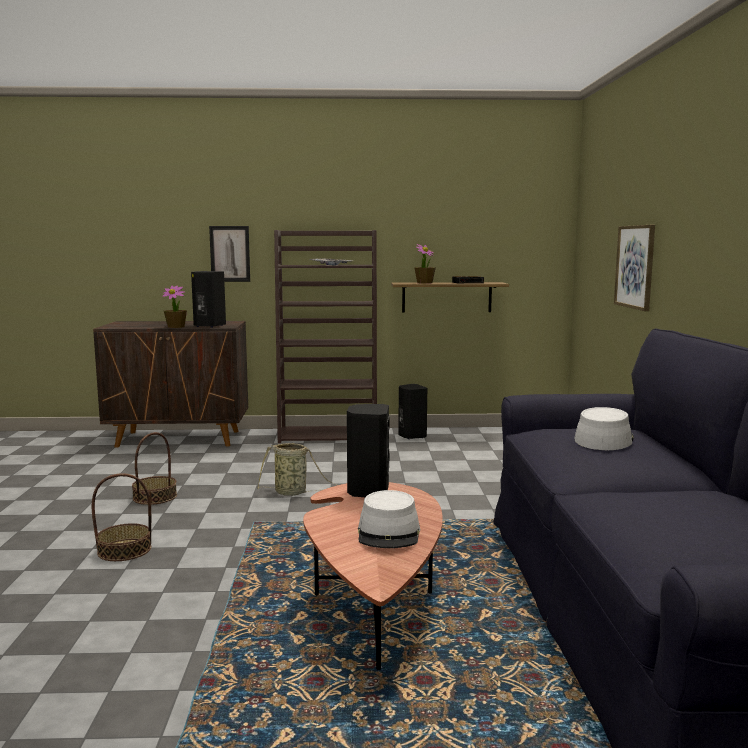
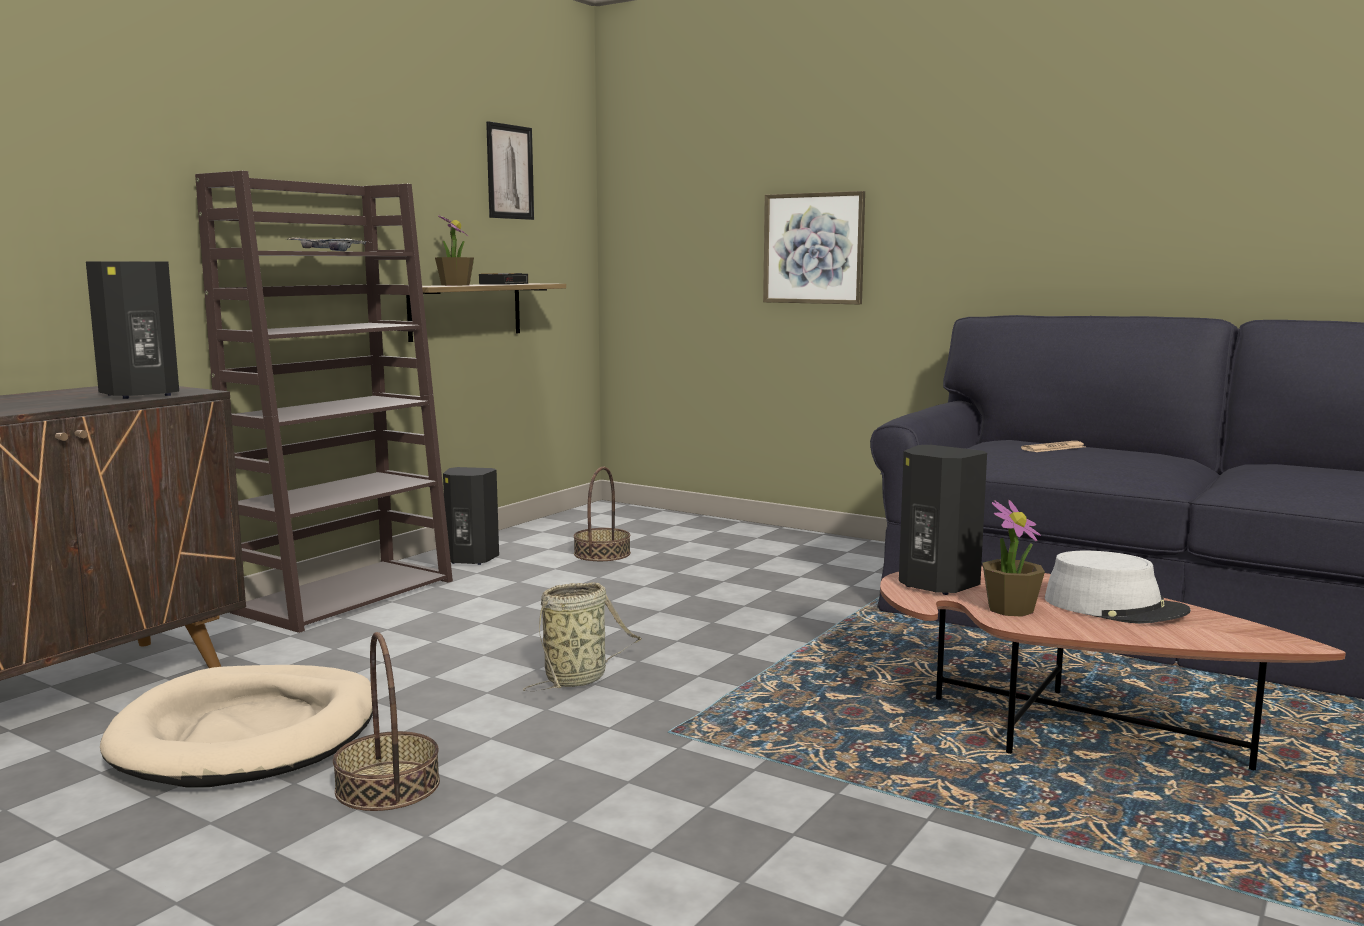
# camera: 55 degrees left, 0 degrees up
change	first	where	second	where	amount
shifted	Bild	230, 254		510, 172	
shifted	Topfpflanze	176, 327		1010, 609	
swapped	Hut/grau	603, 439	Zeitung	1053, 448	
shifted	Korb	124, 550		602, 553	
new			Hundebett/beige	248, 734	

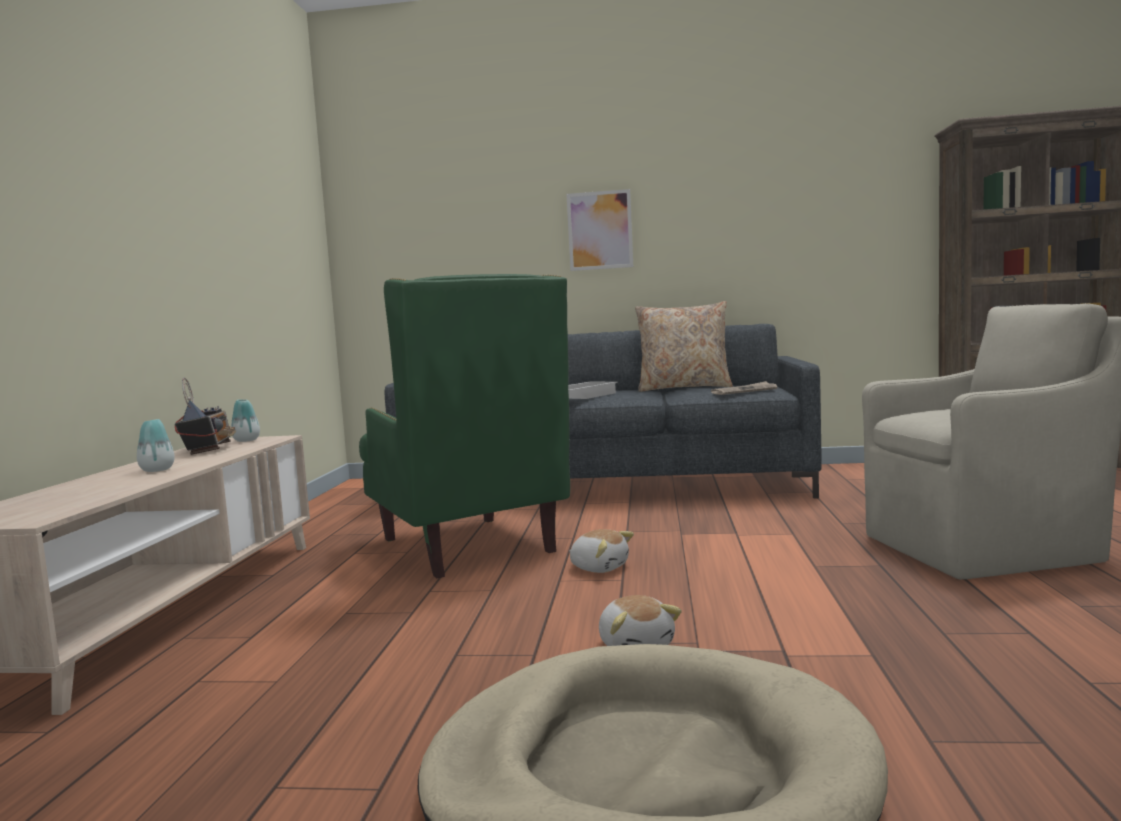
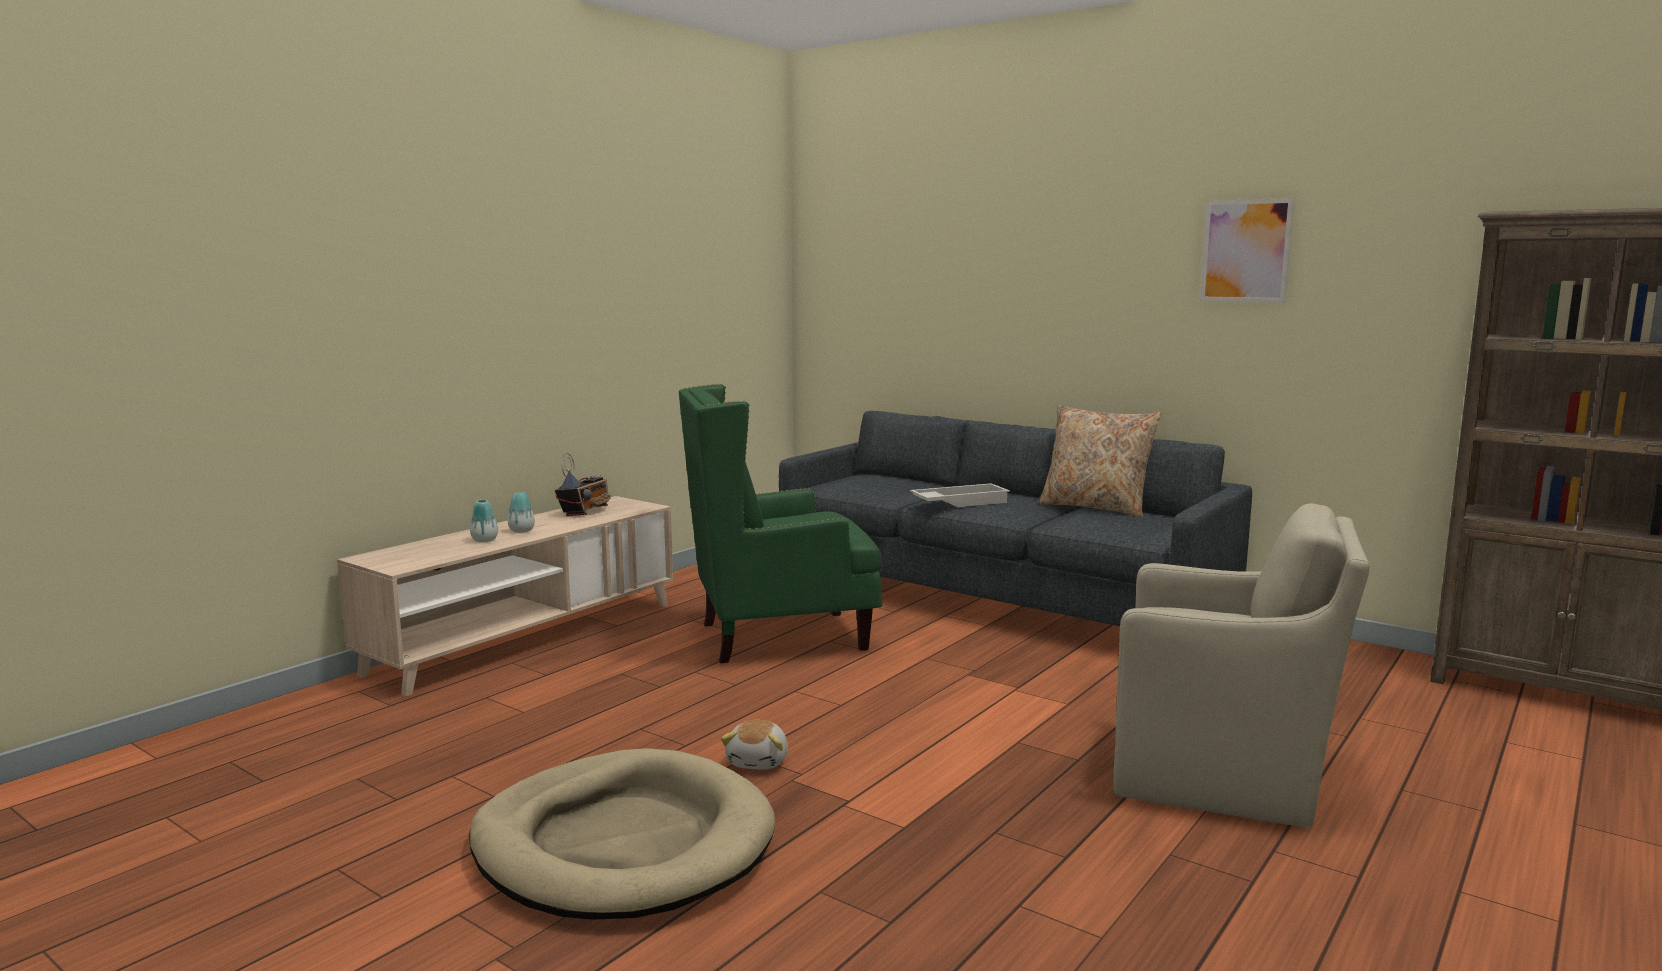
# camera: 30 degrees right, 5 degrees up
change	first	where	second	where	amount
shifted	Bild	600, 230		1245, 251	
rotated	Sessel/grün	468, 546		780, 637	75 degrees clockwise
gone	Zeitung	744, 391			
shifted	Vase	246, 440		484, 540	
gone	Plüschtier	599, 567			

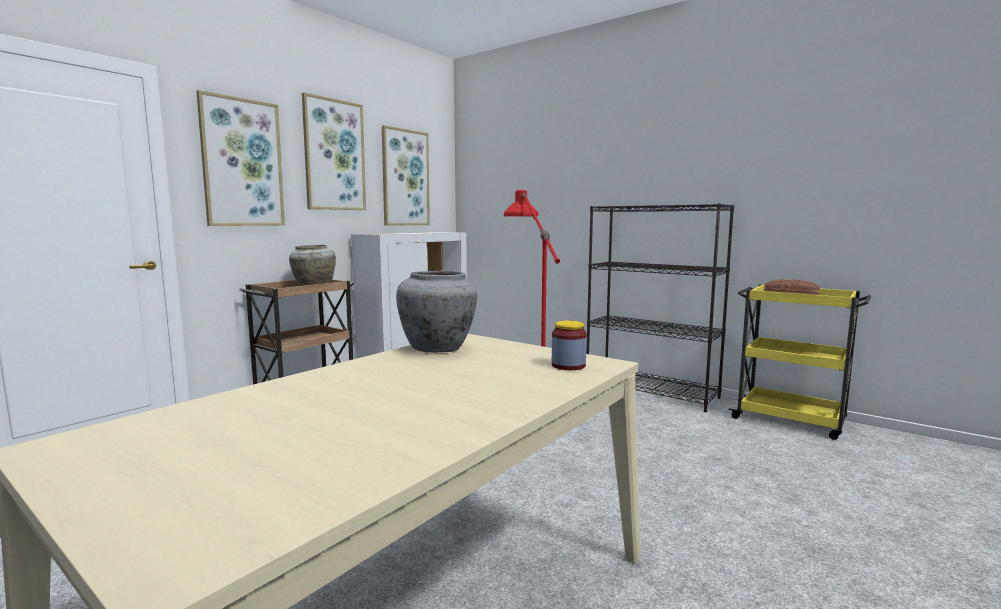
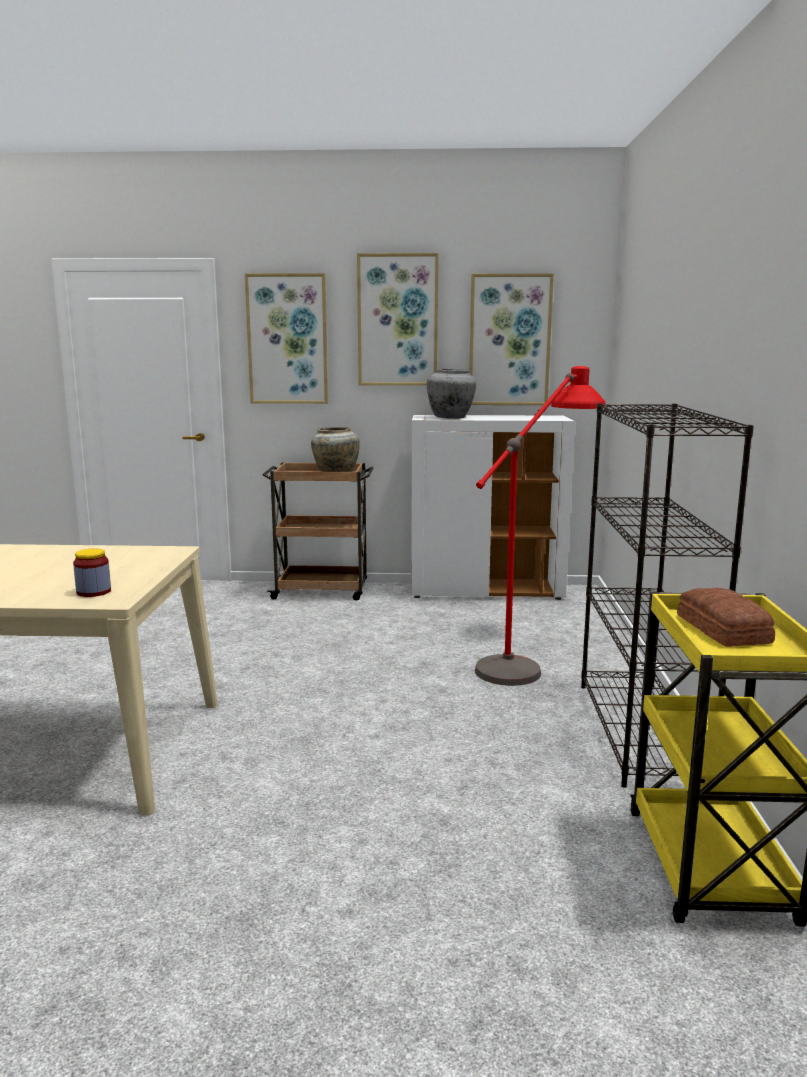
# camera: 55 degrees right, 5 degrees up
change	first	where	second	where	amount
shifted	Vase/grau	439, 348		451, 417	

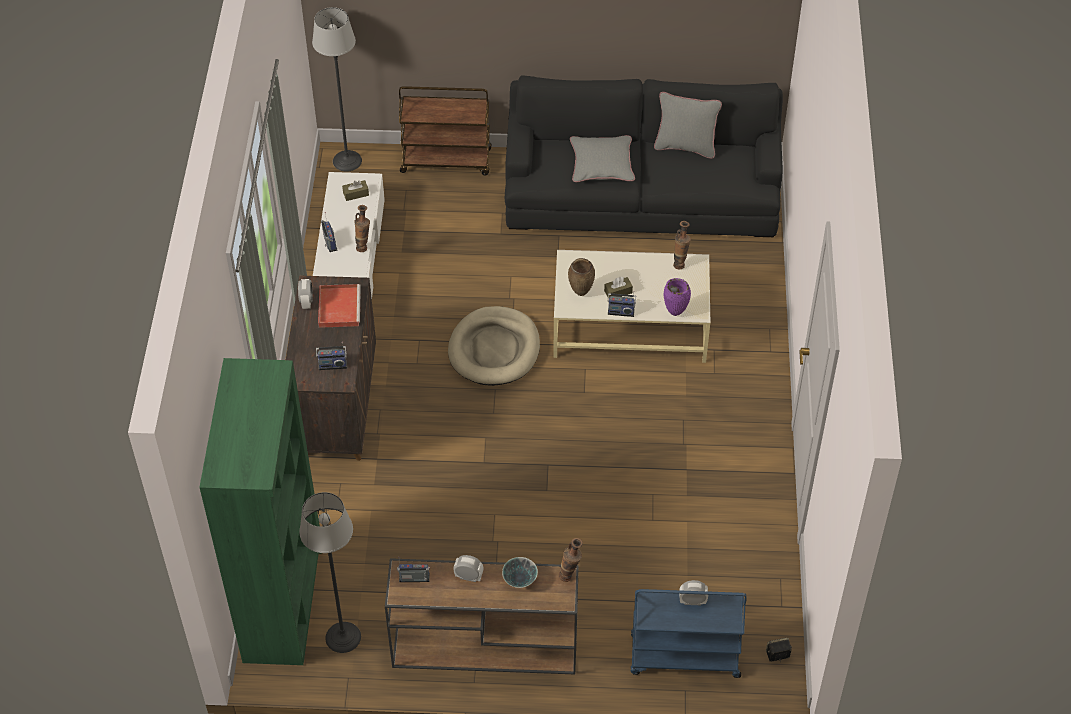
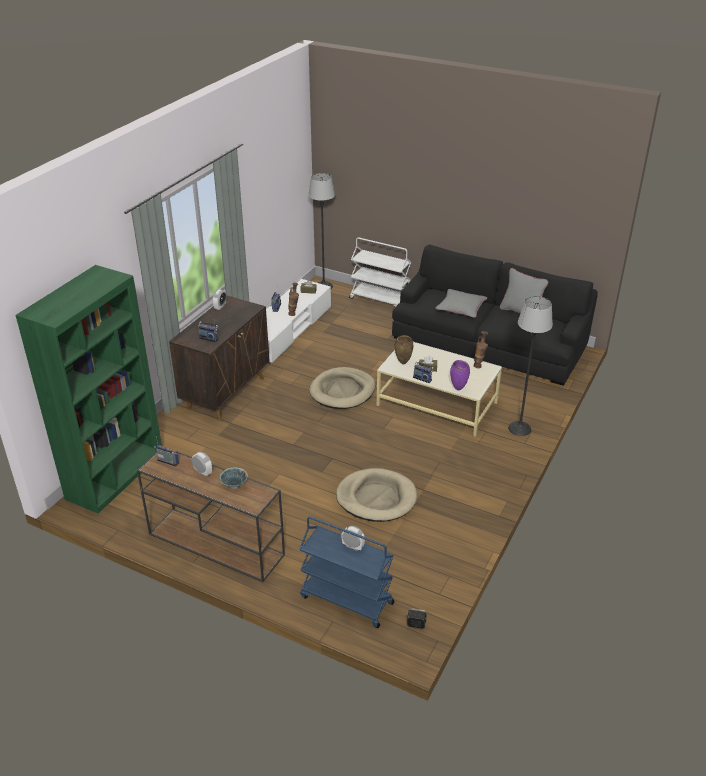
# camera: 25 degrees right, 15 degrees down
change	first	where	second	where	amount
repainted	Rollwagen/braun	447, 161	Rollwagen/weiß	380, 300	
gone	Tablett/rot	339, 306			
shifted	Stehlampe	342, 637		519, 428	
gone	Vase	570, 576			
new			Hundebett/beige	376, 498	

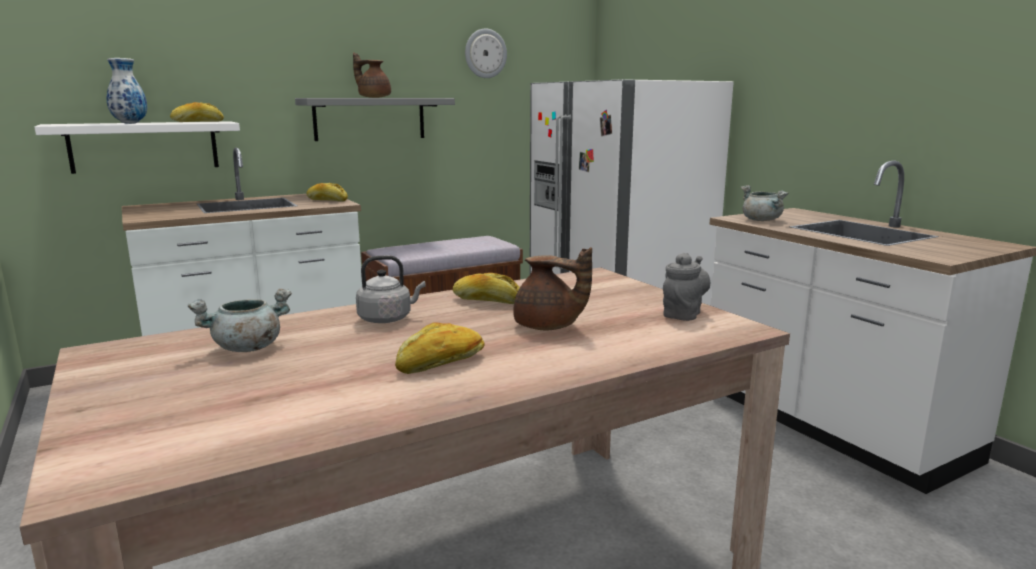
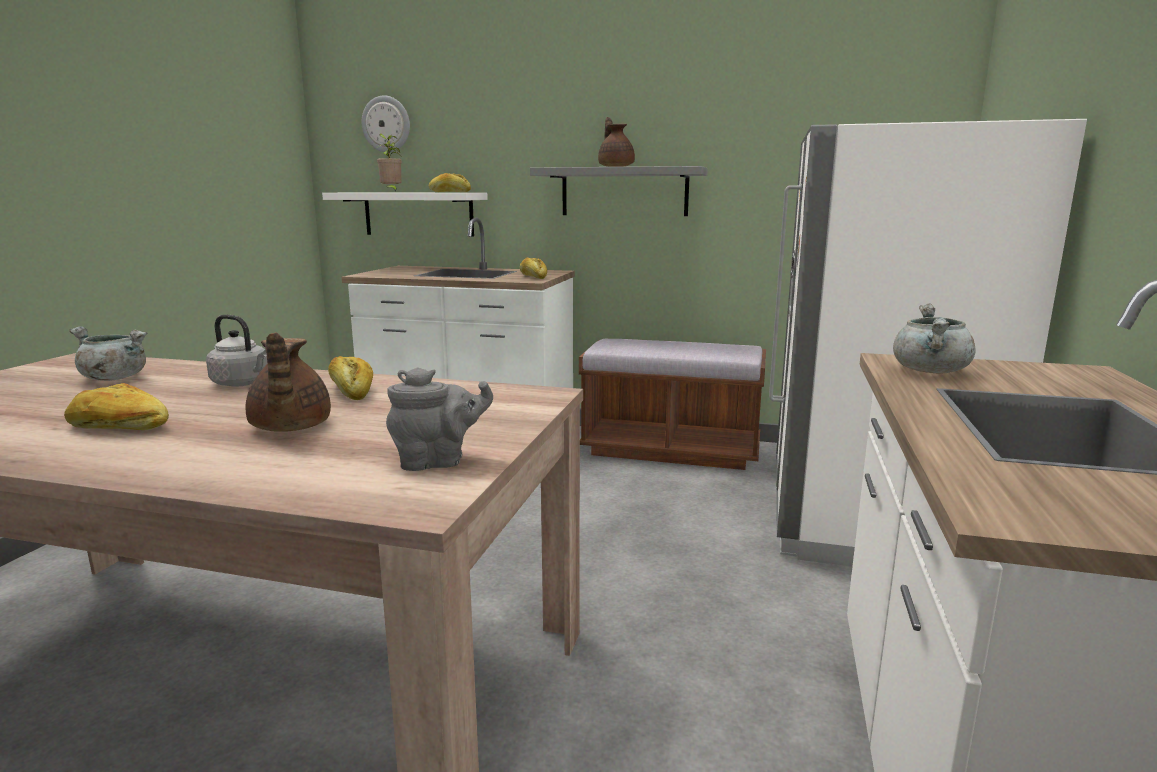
# camera: 45 degrees right, 0 degrees up
change	first	where	second	where	amount
shifted	Wanduhr	485, 53		386, 124	
swapped	Vase	130, 123	Topfpflanze	391, 192	

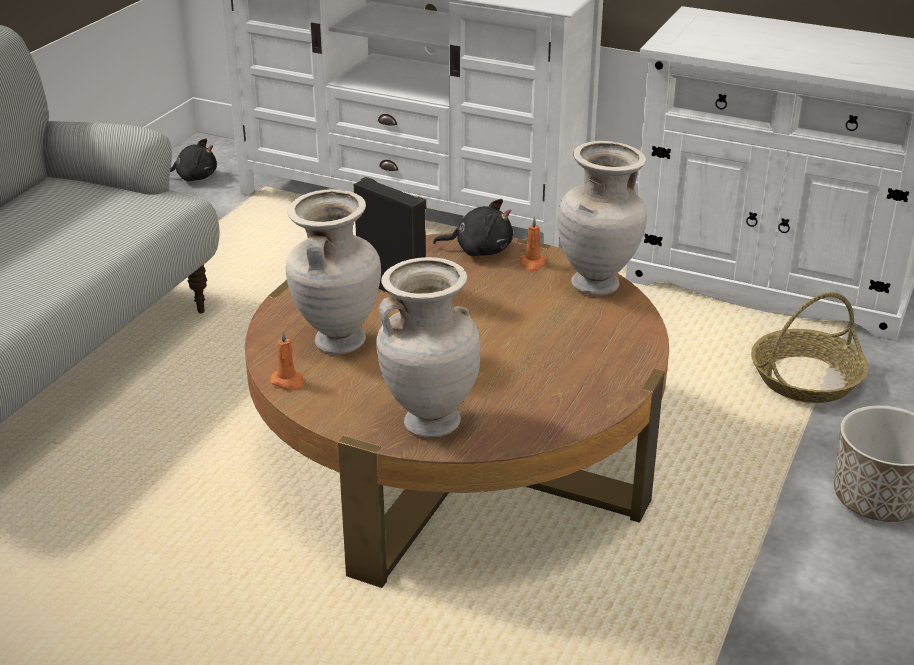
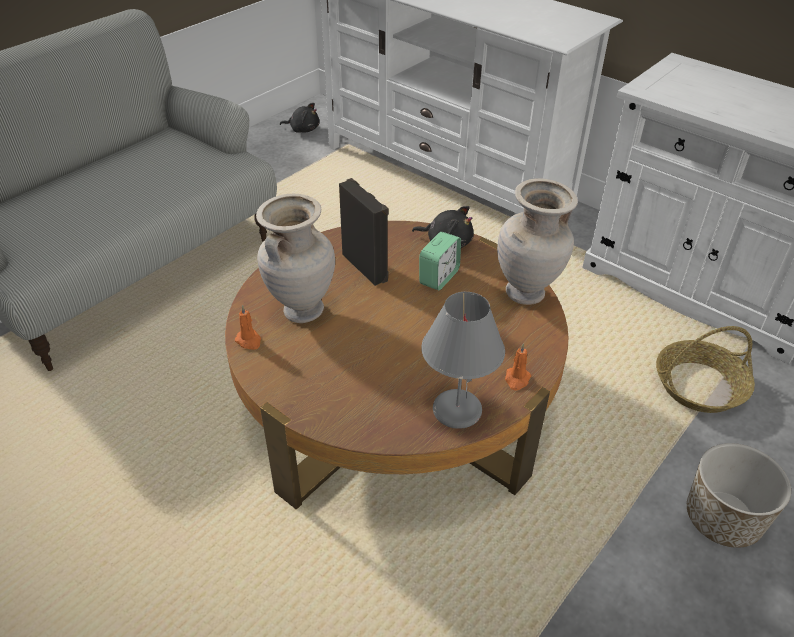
# camera: 15 degrees right, 10 degrees up
change	first	where	second	where	amount
shifted	Kerze/orange	532, 264		517, 379	
gone	Vase/beige	430, 422			
new			Wecker	439, 277	
new			Tischlampe/grau	456, 410	

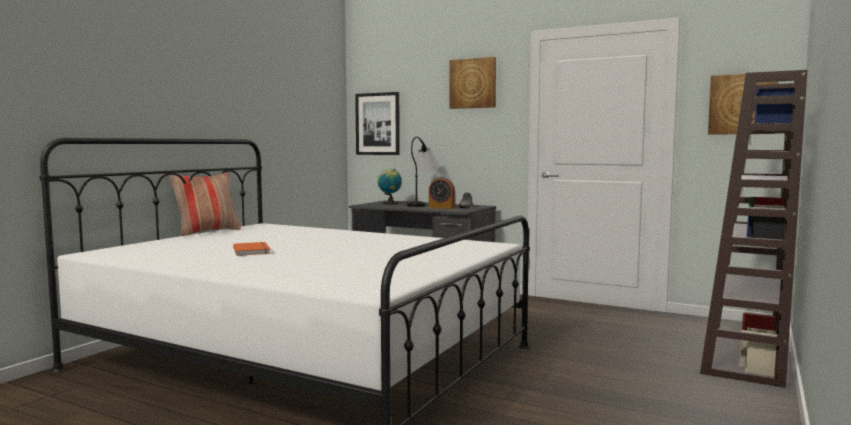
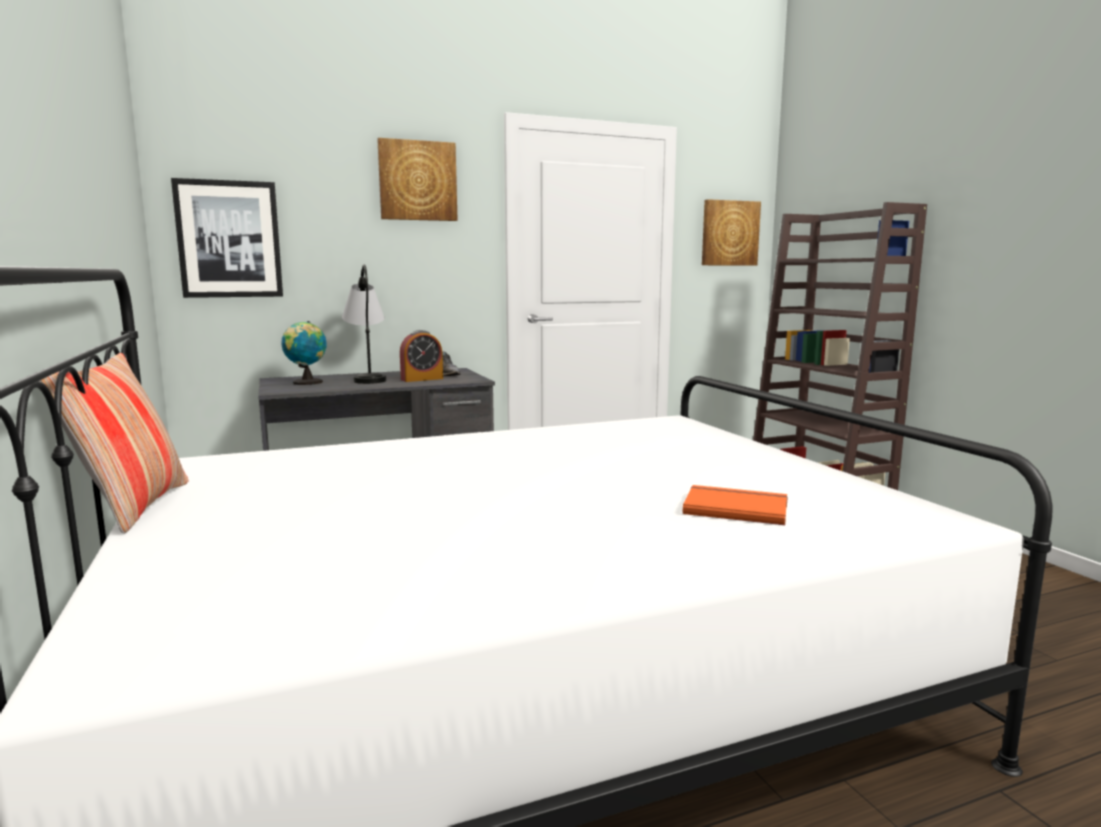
# camera: 50 degrees left, 5 degrees up
change	first	where	second	where	amount
shifted	Buch/orange	253, 251		735, 508	

